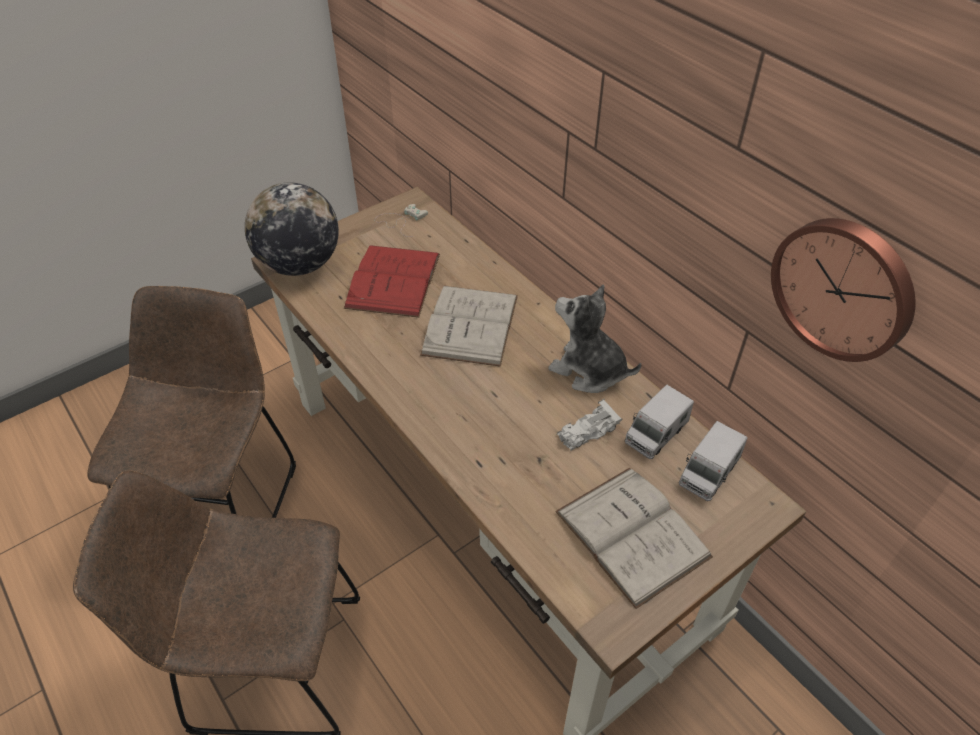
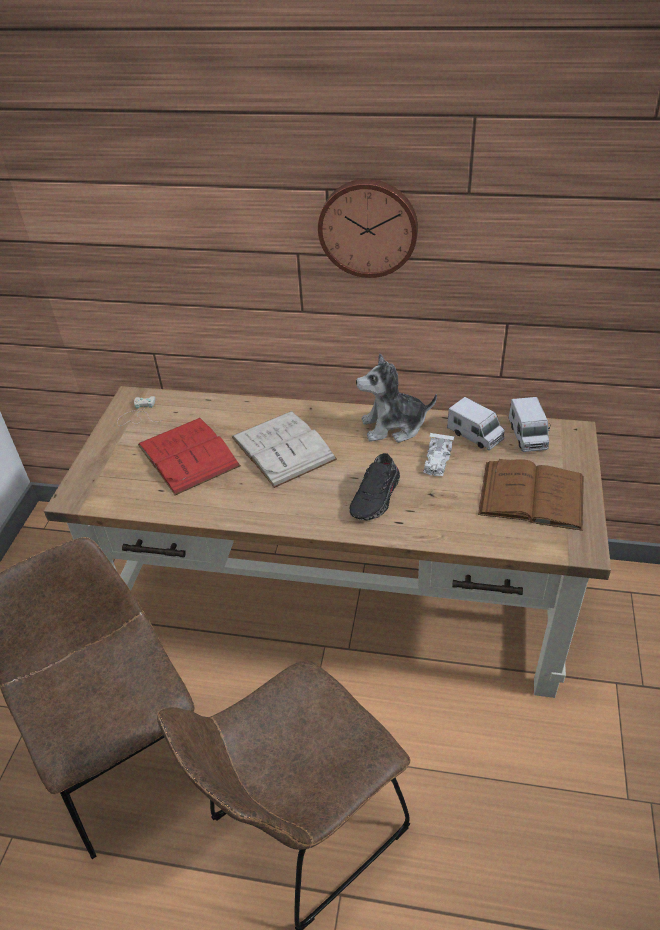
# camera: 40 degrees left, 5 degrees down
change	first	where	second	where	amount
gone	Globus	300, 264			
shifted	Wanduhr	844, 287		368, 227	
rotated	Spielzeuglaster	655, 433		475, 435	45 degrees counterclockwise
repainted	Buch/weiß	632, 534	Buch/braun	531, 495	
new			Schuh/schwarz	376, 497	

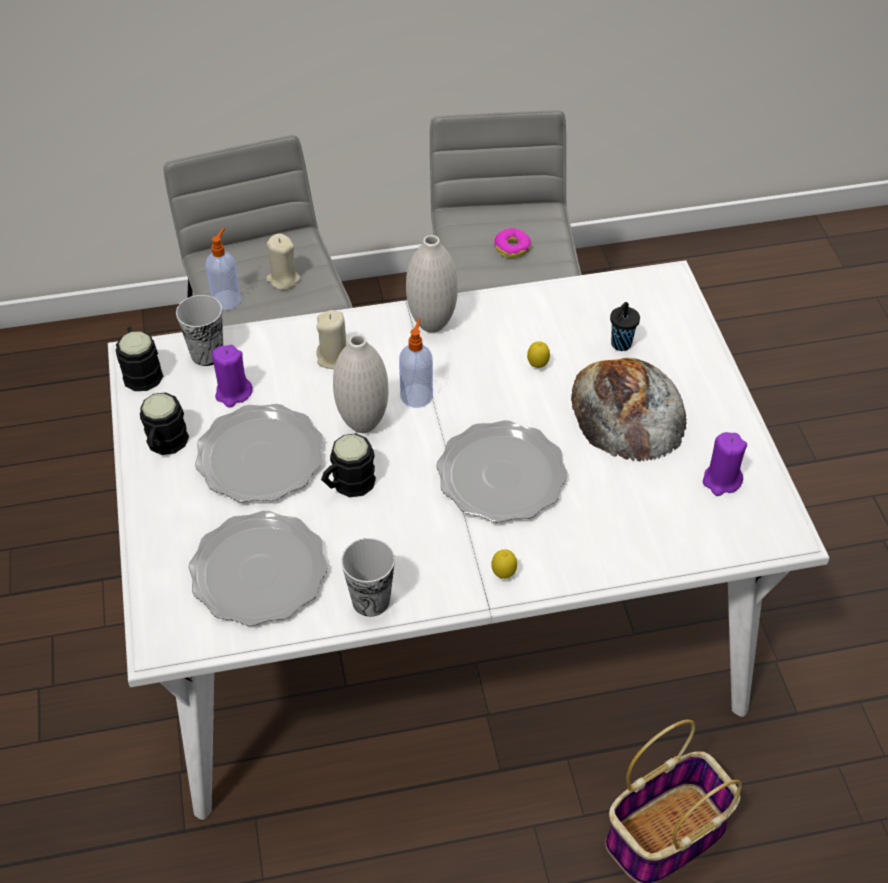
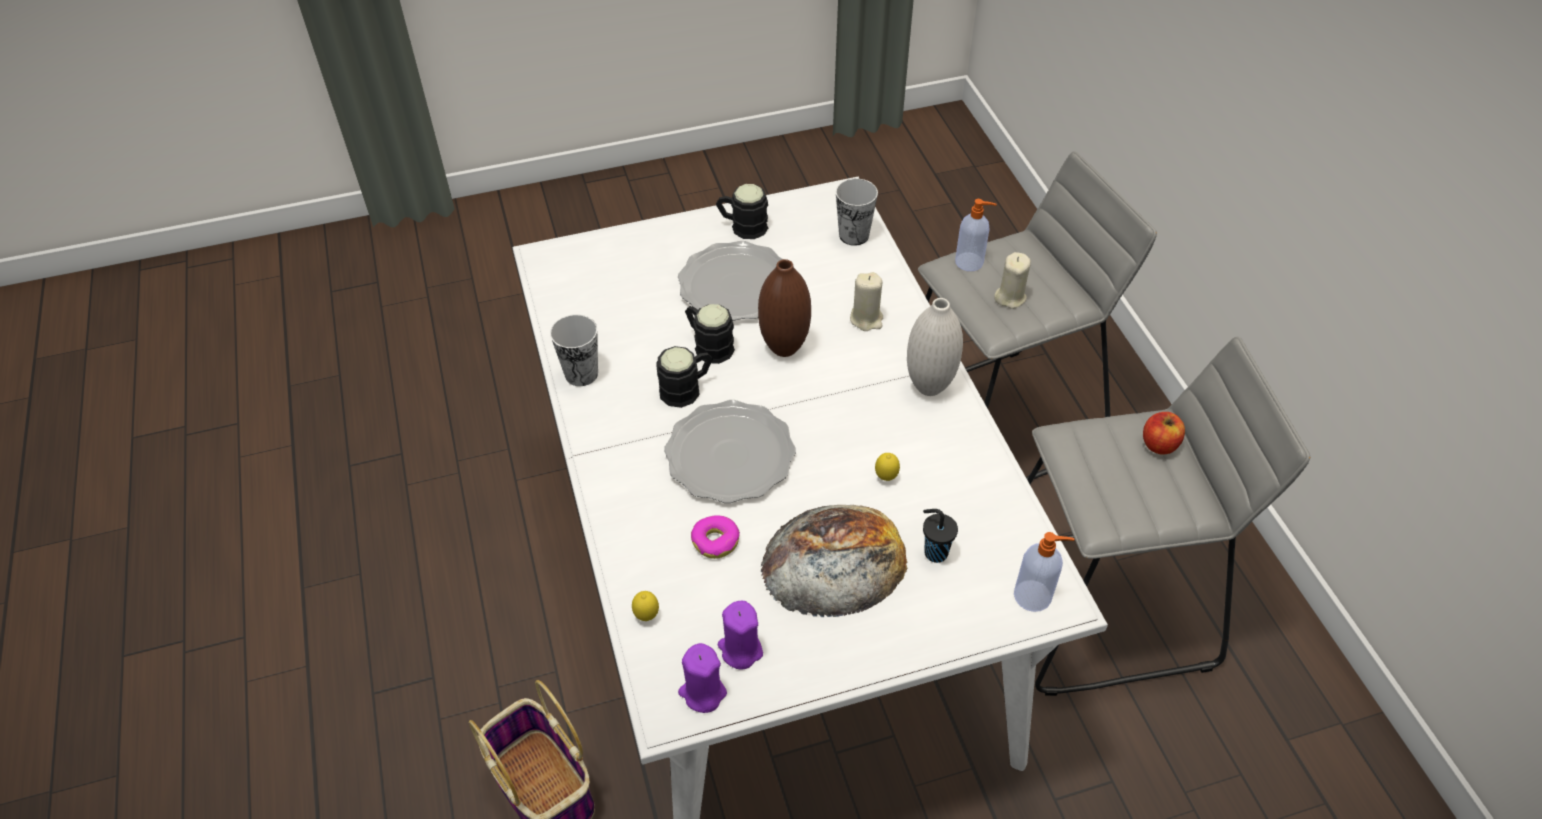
# camera: 85 degrees right, 0 degrees up
change	first	where	second	where	amount
shifted	Donut	512, 248		716, 541	
shifted	Seifenspender	417, 395		1034, 596	
shifted	Henkelbecher/schwarz	141, 371		687, 389	
repainted	Vase/weiß	363, 423	Vase/braun	784, 348	
shifted	Kerze/lila	233, 393		702, 692	
gone	Teller	258, 572			
shifted	Zitrone	503, 574		646, 616	
new			Apfel	1159, 444	

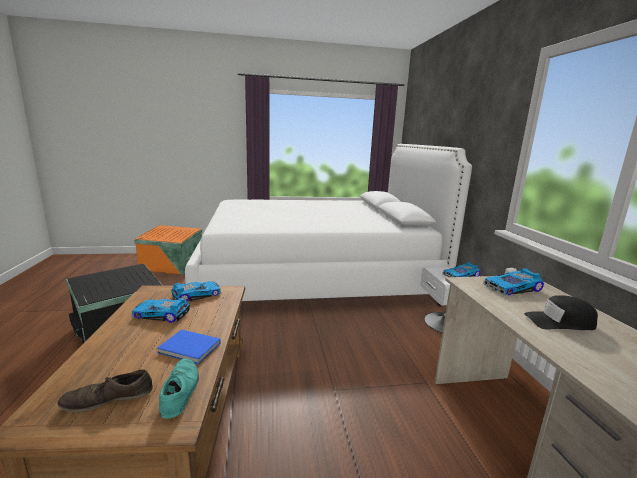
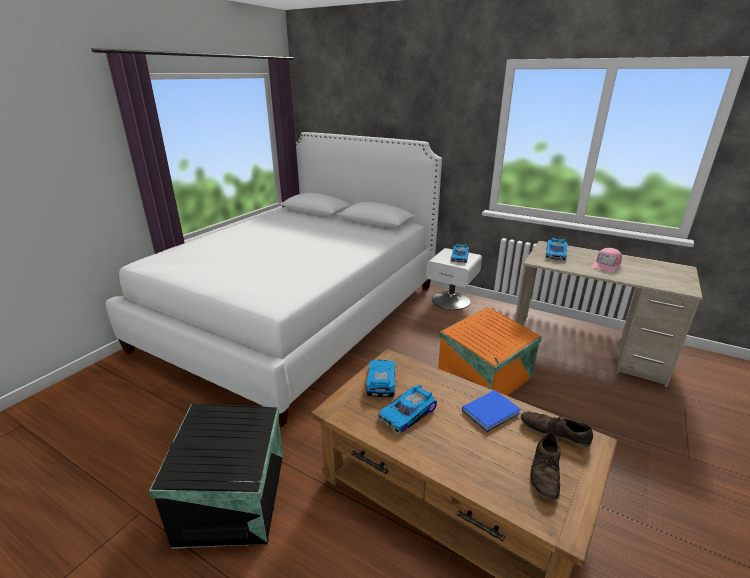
# camera: 50 degrees left, 10 degrees up
change	first	where	second	where	amount
shifted	Aufbewahrungsbox/orange	172, 266		486, 378	
repainted	Kappe/schwarz	560, 322	Kappe/rosa	606, 265	
repainted	Schuh/türkis	180, 391	Schuh/braun	554, 432	

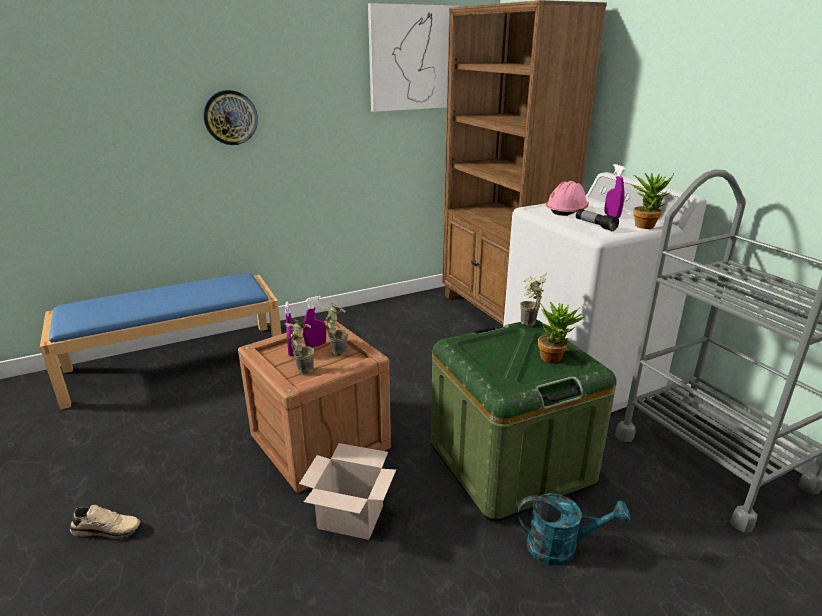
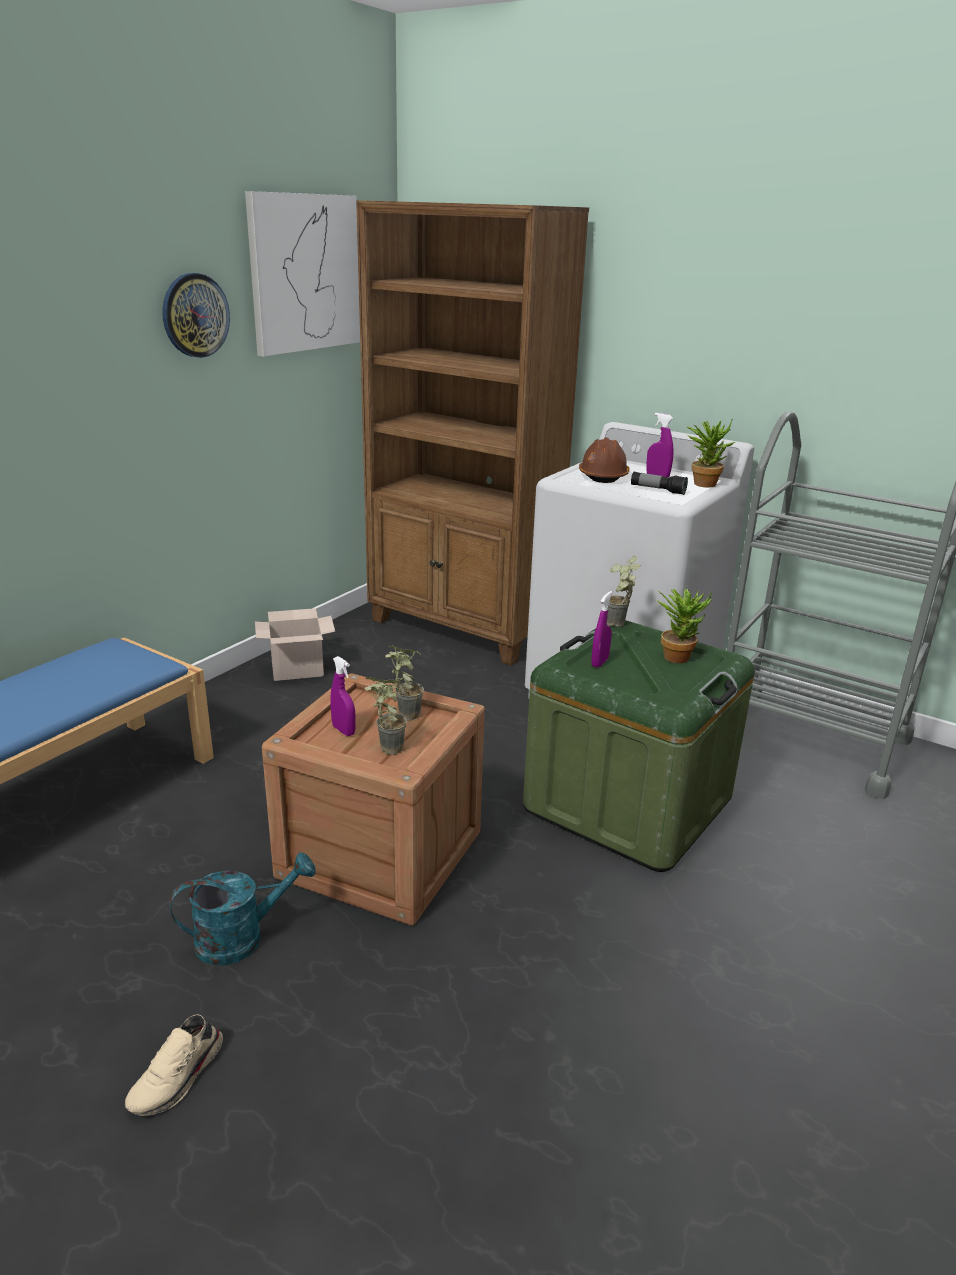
# camera: 30 degrees left, 0 degrees up
change	first	where	second	where	amount
shifted	Wanduhr	230, 117		195, 315	
repainted	Schutzhelm/rosa	567, 210	Schutzhelm/braun	603, 476	
shifted	Sprühflasche/lila	316, 345		599, 662	
shifted	Karton	352, 516		298, 668	
shifted	Gießkanne/türkis	561, 547		242, 938	
rotated	Schuh/beige	108, 529		178, 1078	150 degrees clockwise

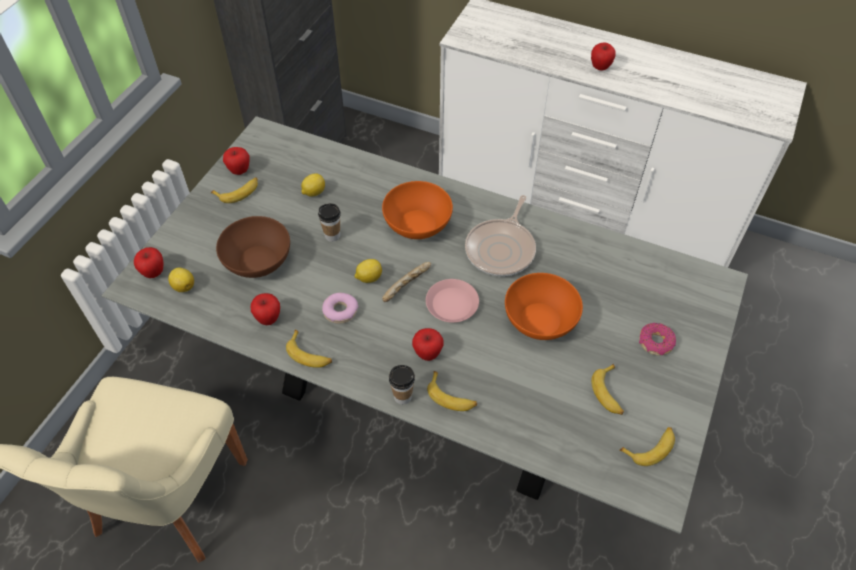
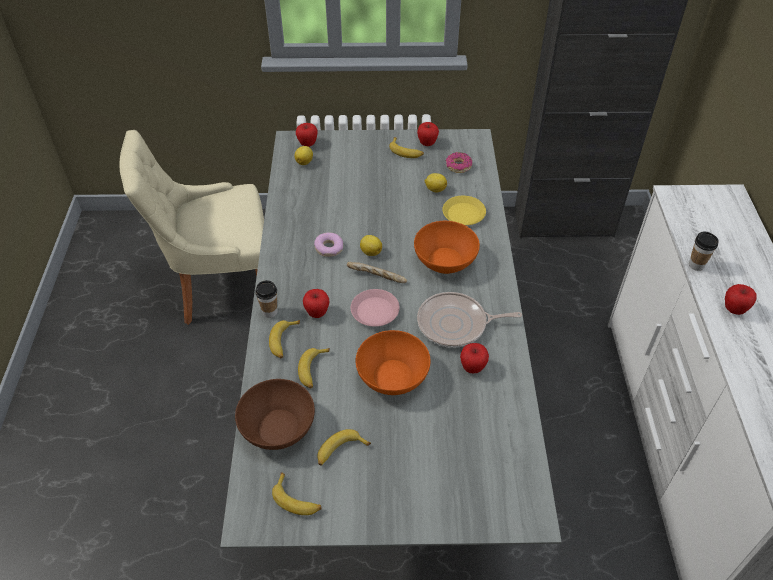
# camera: 65 degrees right, 5 degrees down
change	first	where	second	where	amount
shifted	Tasse	332, 235		696, 265	
shifted	Schüssel/braun	257, 261		278, 427	
shifted	Apfel	268, 319		472, 368	
shifted	Donut	655, 342		458, 166	
shifted	Banane	309, 354		313, 370	
new			Teller/gelb	463, 214	

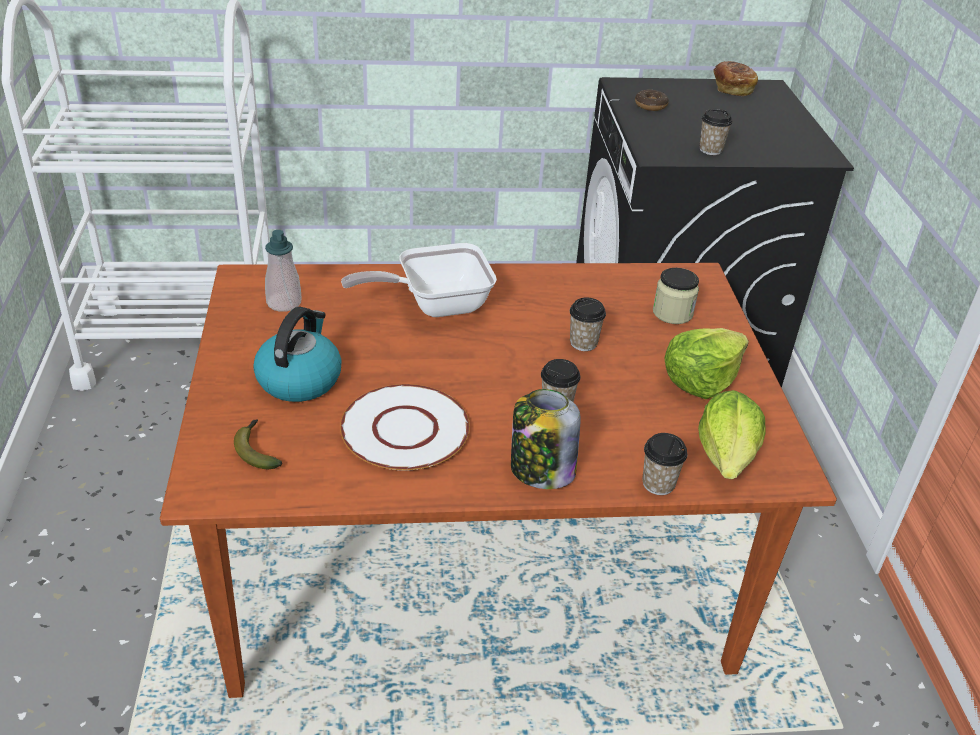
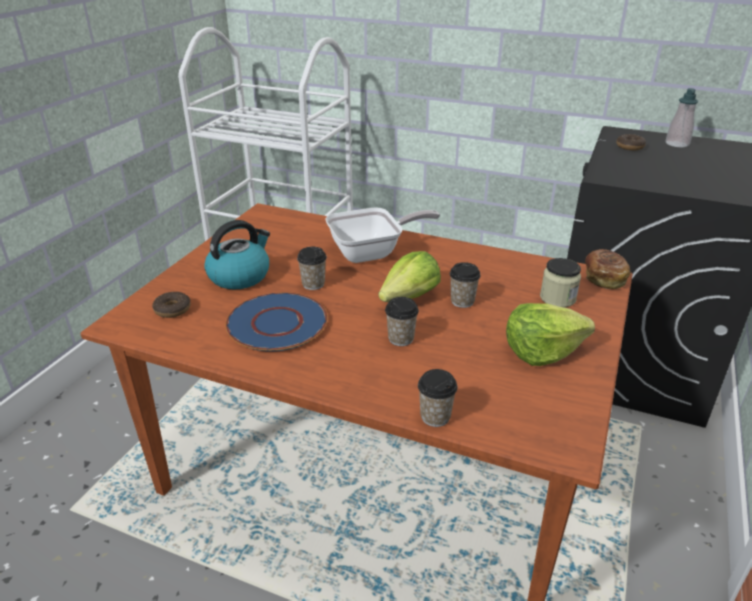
# camera: 30 degrees right, 5 degrees down
change	first	where	second	where	amount
shifted	Brot	732, 88		604, 278	
shifted	Tasse	710, 150		313, 284	
shifted	Seifenspender	284, 303		677, 144	
rotated	Pfanne	434, 305		372, 253	150 degrees clockwise
repainted	Teller/weiß	404, 430	Teller/blau	276, 323	
gone	Vorratsglas	541, 470			
shifted	Salatkopf	727, 456		410, 297	
swapped	Banane	256, 450	Donut	172, 309	

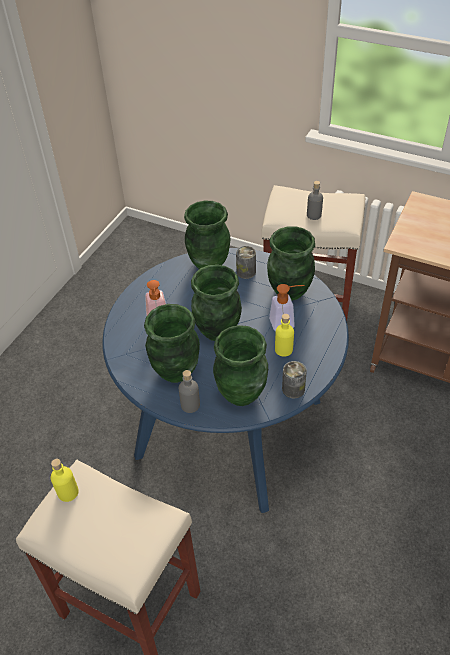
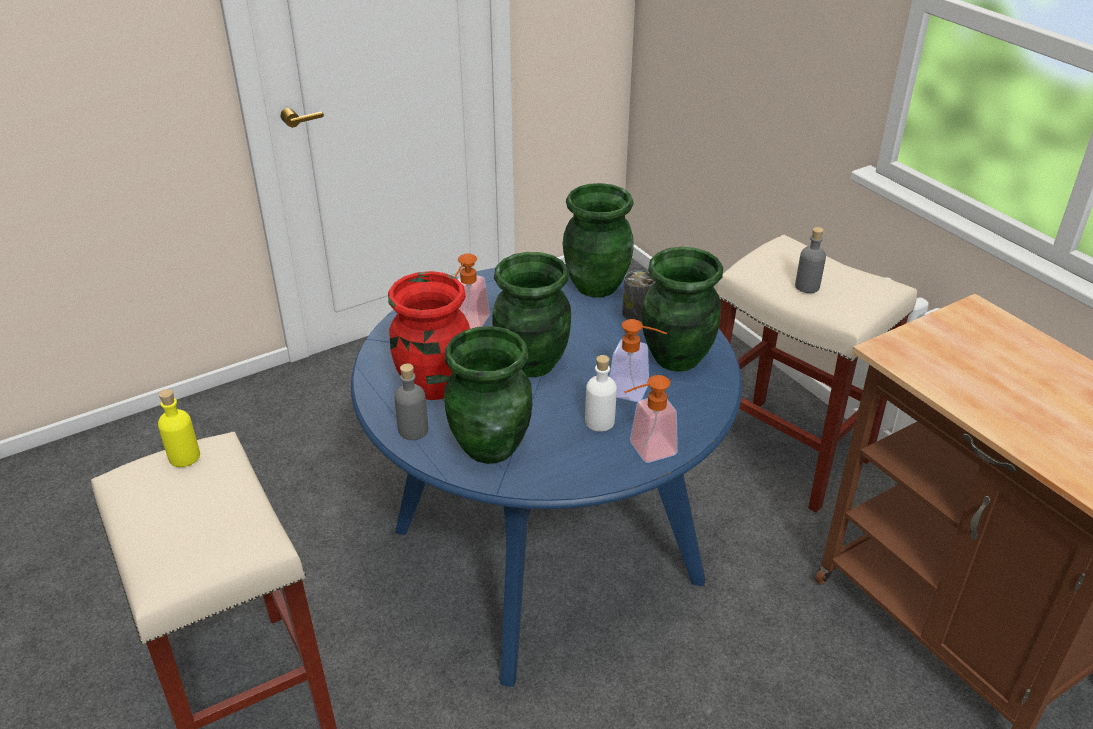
# camera: 30 degrees right, 10 degrees down
change	first	where	second	where	amount
repainted	Vase/grün	175, 371	Vase/rot	433, 385	
repainted	Flasche/gelb	283, 349	Flasche/weiß	599, 422	
gone	Dose	293, 389			
new			Seifenspender	645, 451	

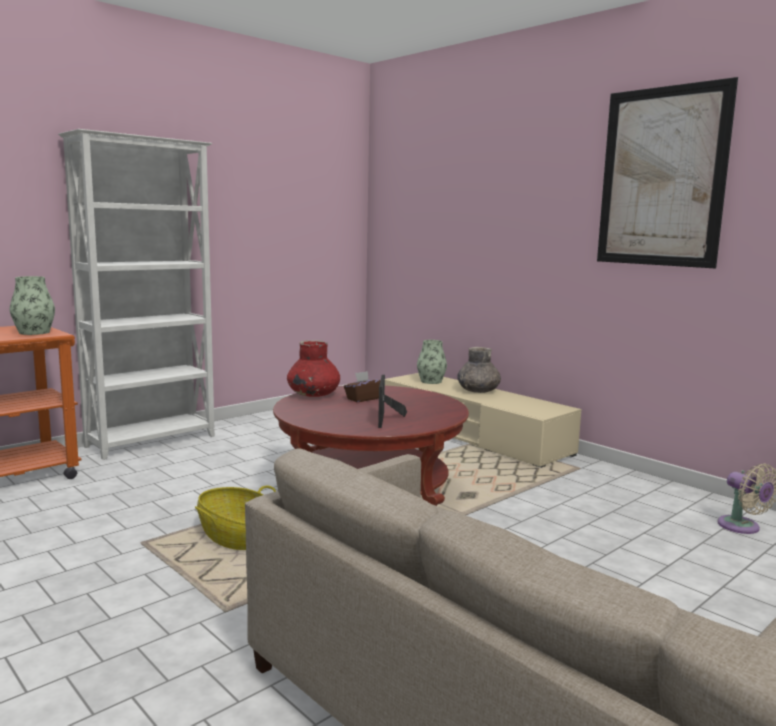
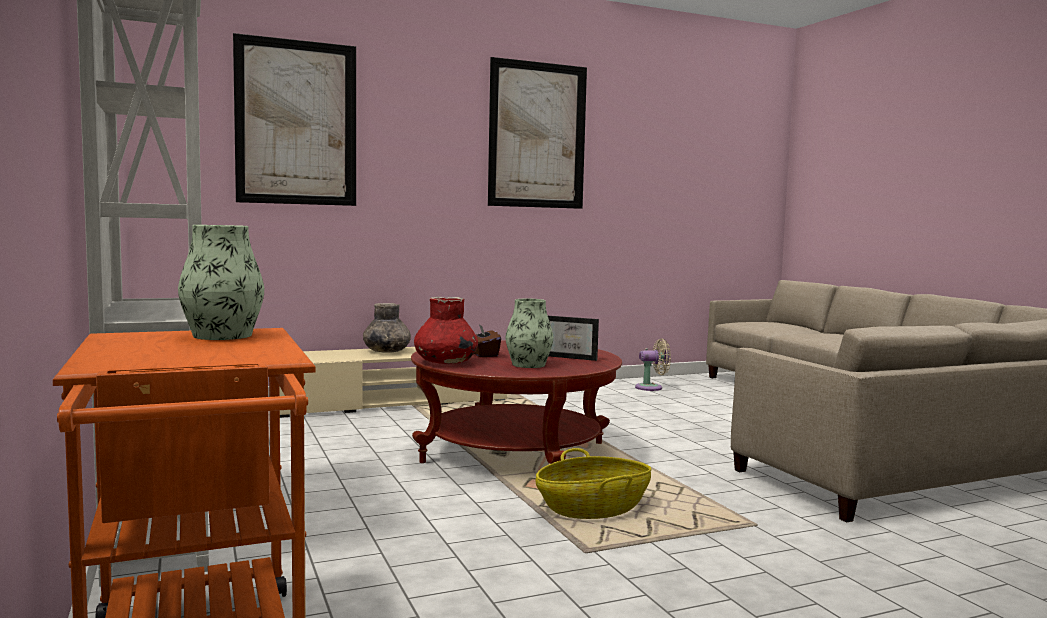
# camera: 70 degrees left, 5 degrees down
change	first	where	second	where	amount
shifted	Vase	431, 381		528, 365	
new			Bild	296, 123	

